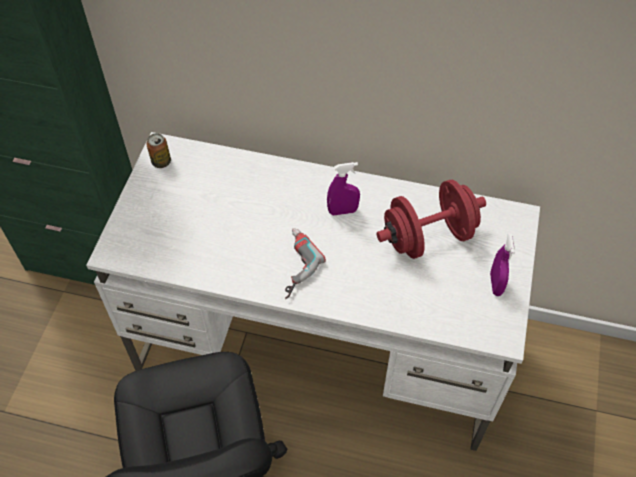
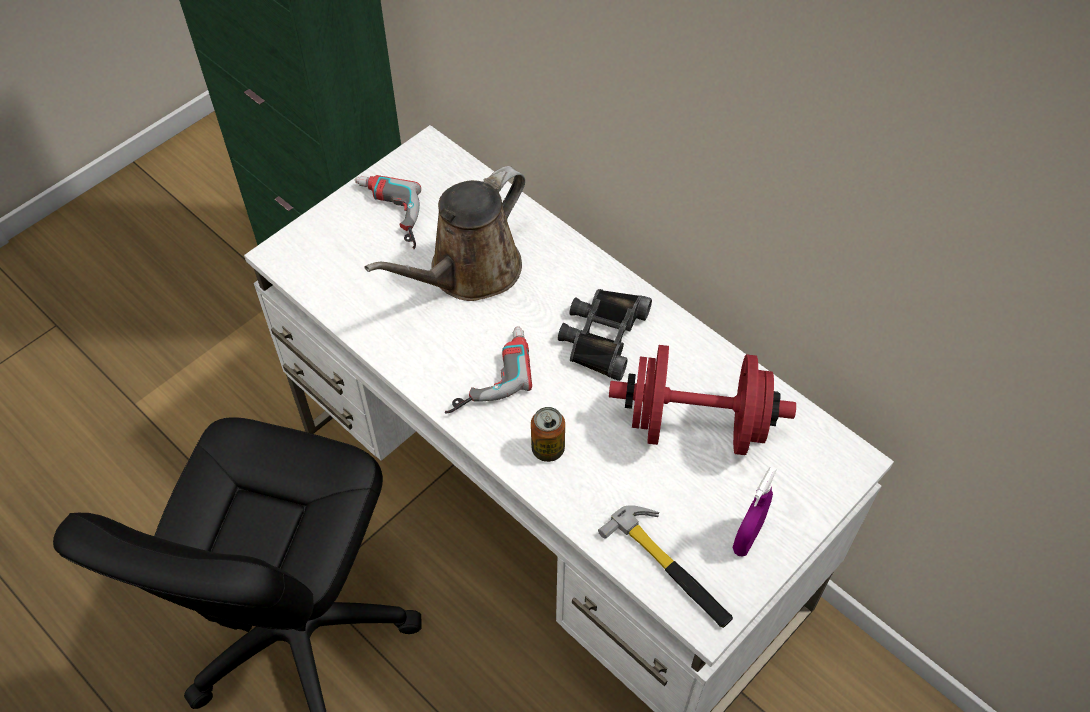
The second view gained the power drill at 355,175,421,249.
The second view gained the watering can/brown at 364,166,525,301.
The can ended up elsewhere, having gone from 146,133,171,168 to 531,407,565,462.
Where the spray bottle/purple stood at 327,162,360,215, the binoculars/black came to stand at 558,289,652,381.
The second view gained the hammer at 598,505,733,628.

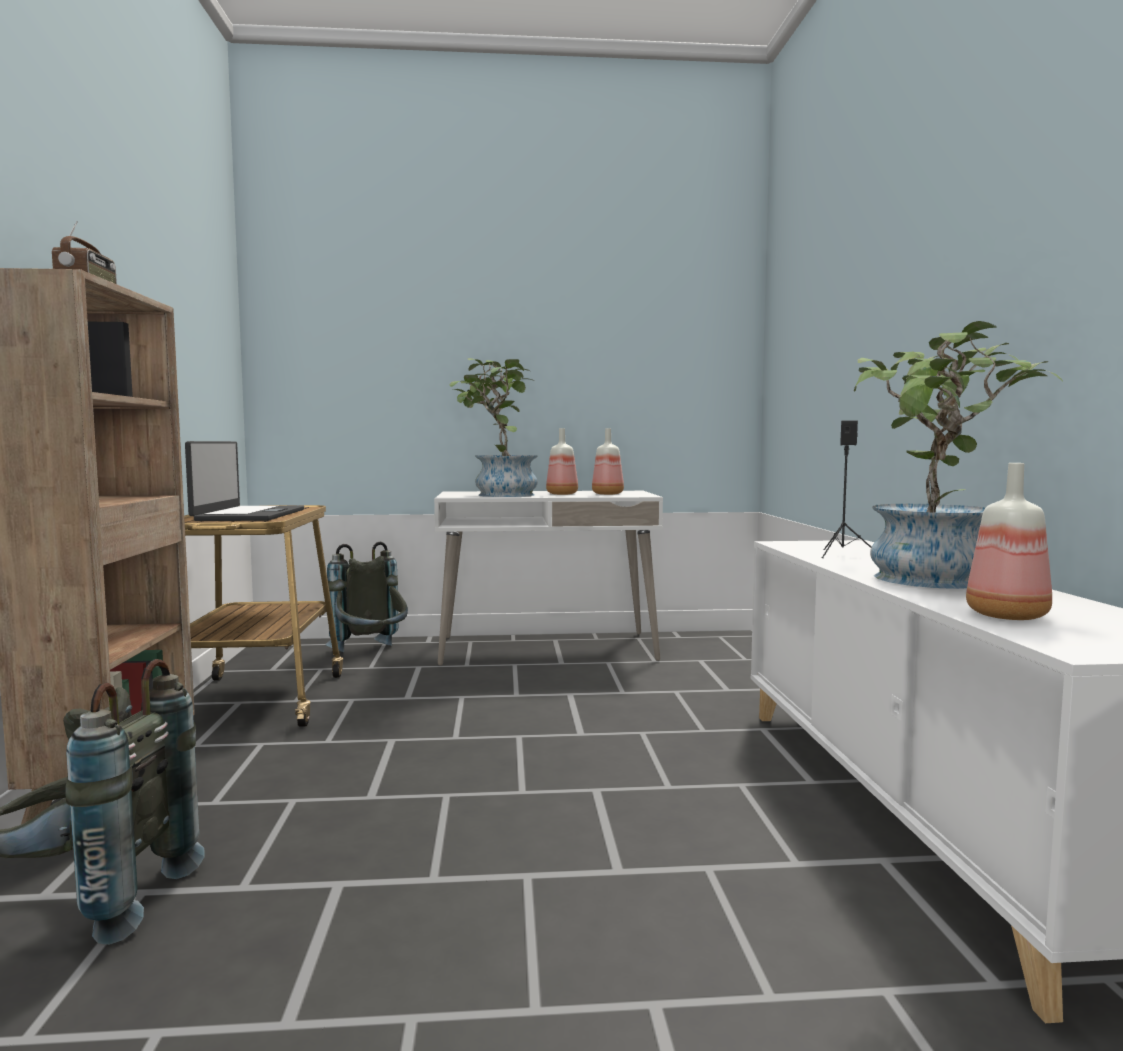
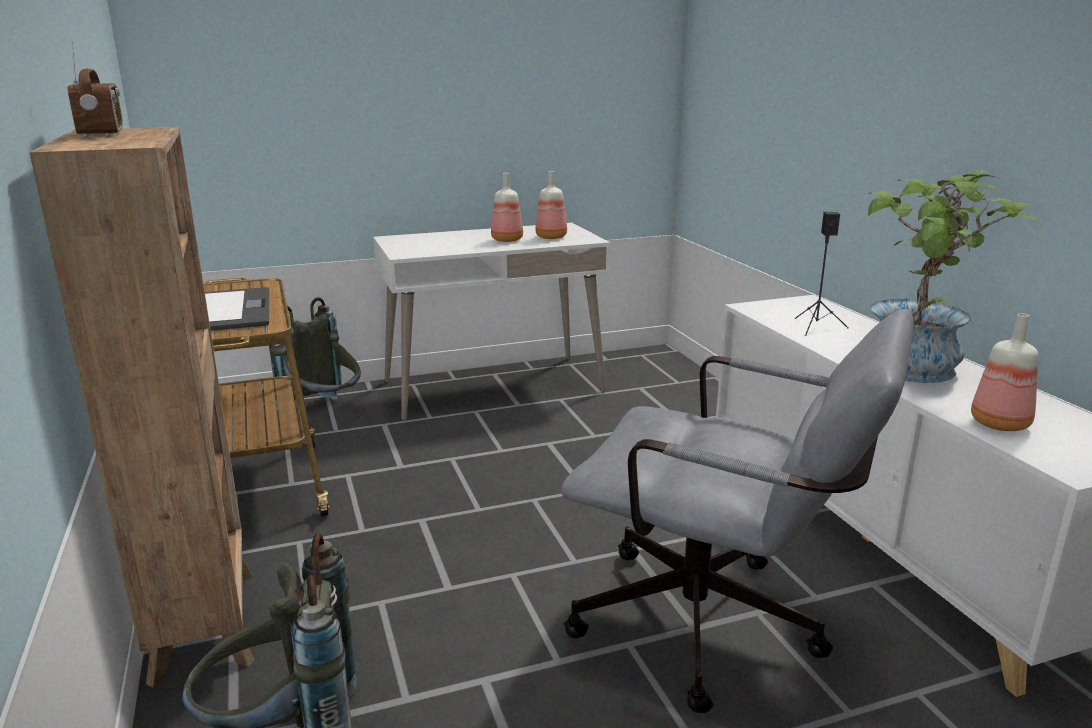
The second view gained the office chair/grey at 561,309,914,713.
The second view lost the potted plant at 450,358,538,497.

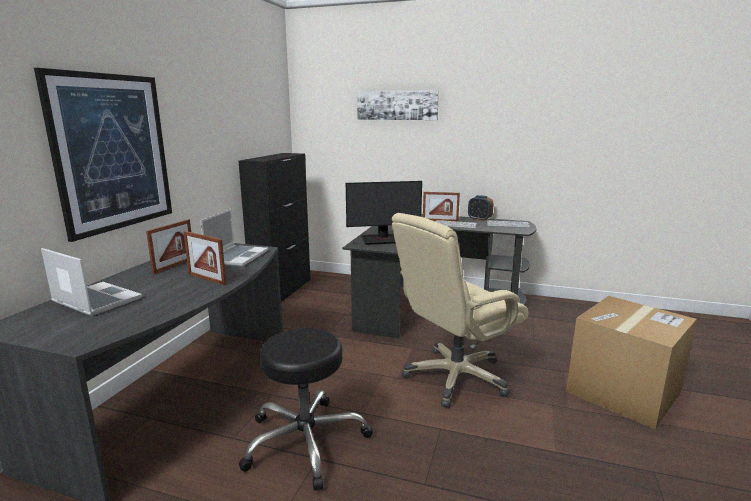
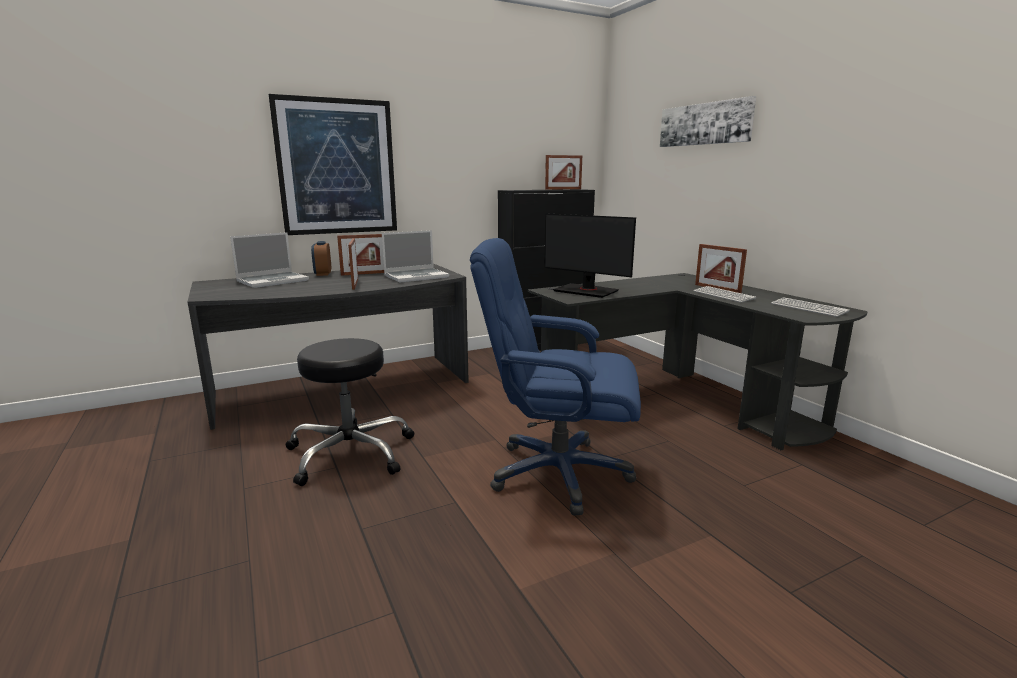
The laptop at 41,248,142,316 ended up facing another way, 60 degrees clockwise from before.
The alarm clock ended up elsewhere, having gone from 468,195,494,221 to 311,241,331,276.
What was the office chair/beige at 392,213,529,408 turned into the office chair/blue at 470,238,641,515.
The second view gained the picture frame at 545,155,582,190.
The second view lost the cardboard box at 566,296,697,429.

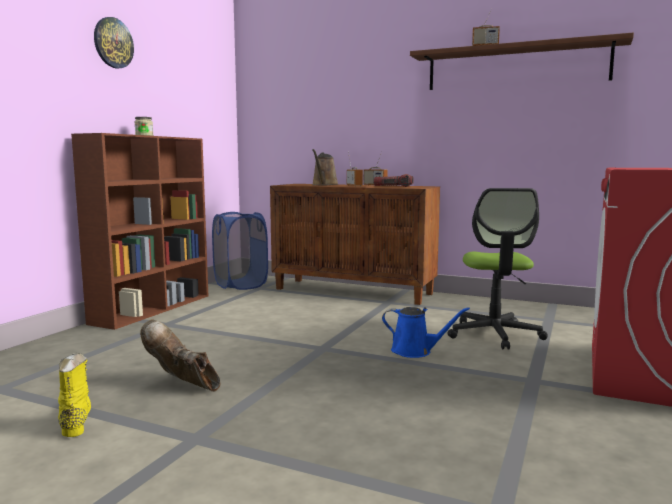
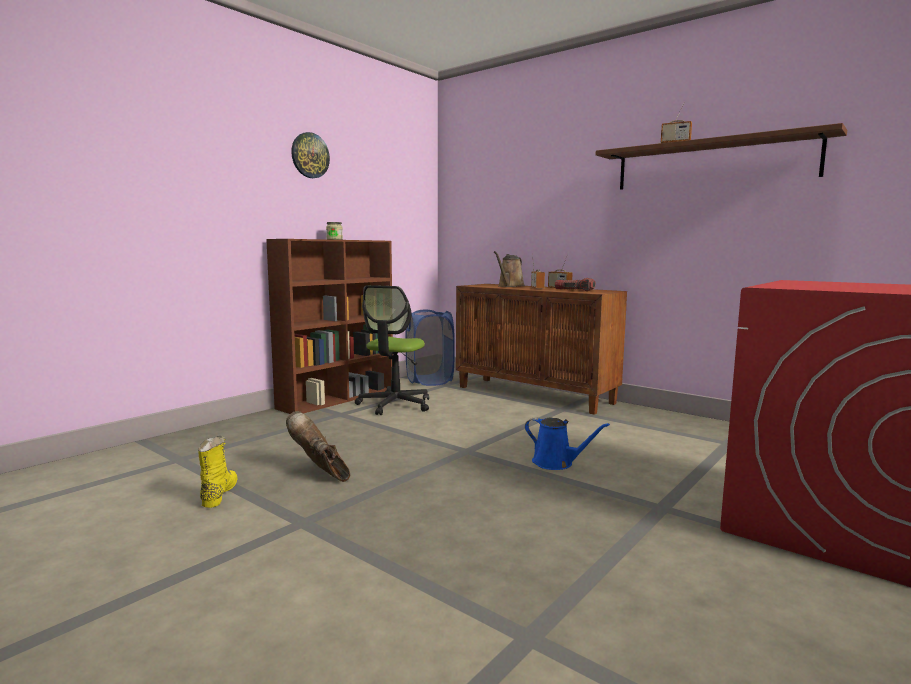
The office chair ended up elsewhere, having gone from 448,188,548,350 to 355,285,429,415.

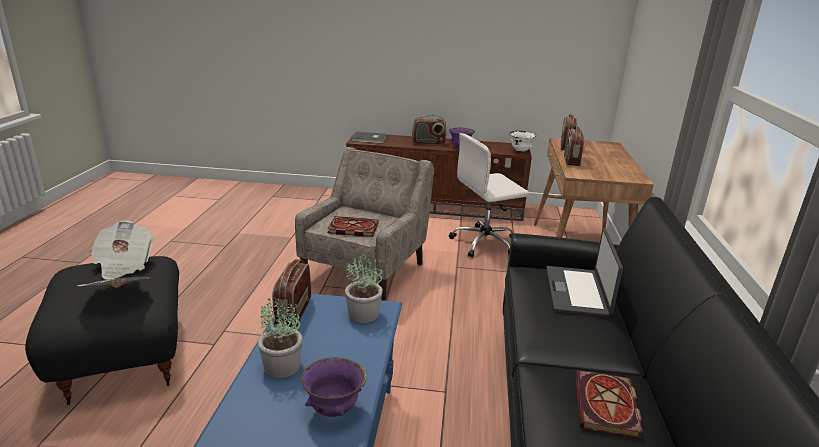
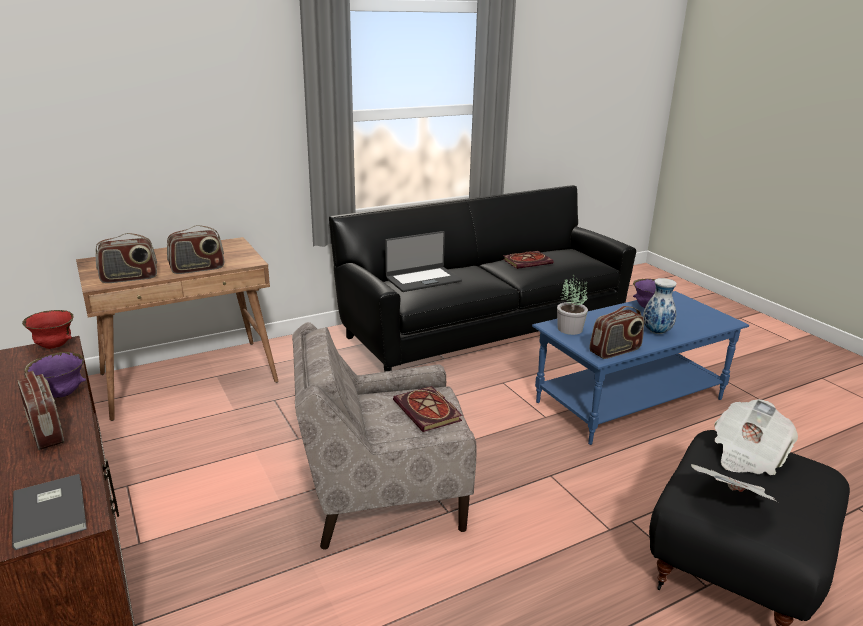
What was the bowl/white at 509,131,536,152 turned into the bowl/red at 22,310,74,349.
Where the potted plant stood at 258,298,303,378, the vase came to stand at 643,278,677,334.
The second view lost the office chair/white at 449,133,530,258.

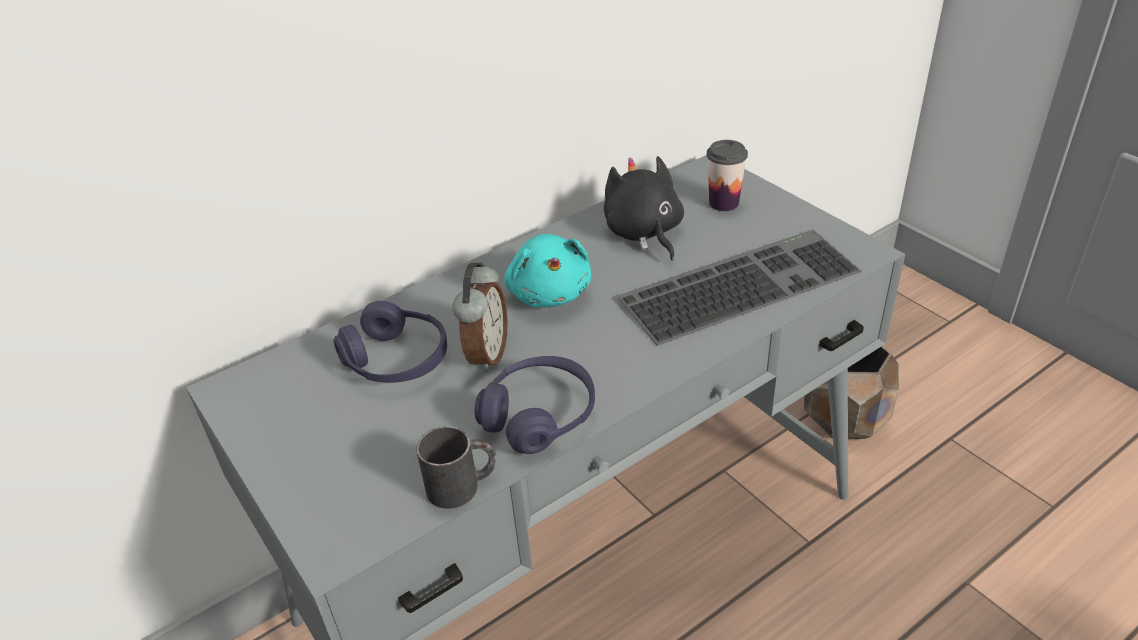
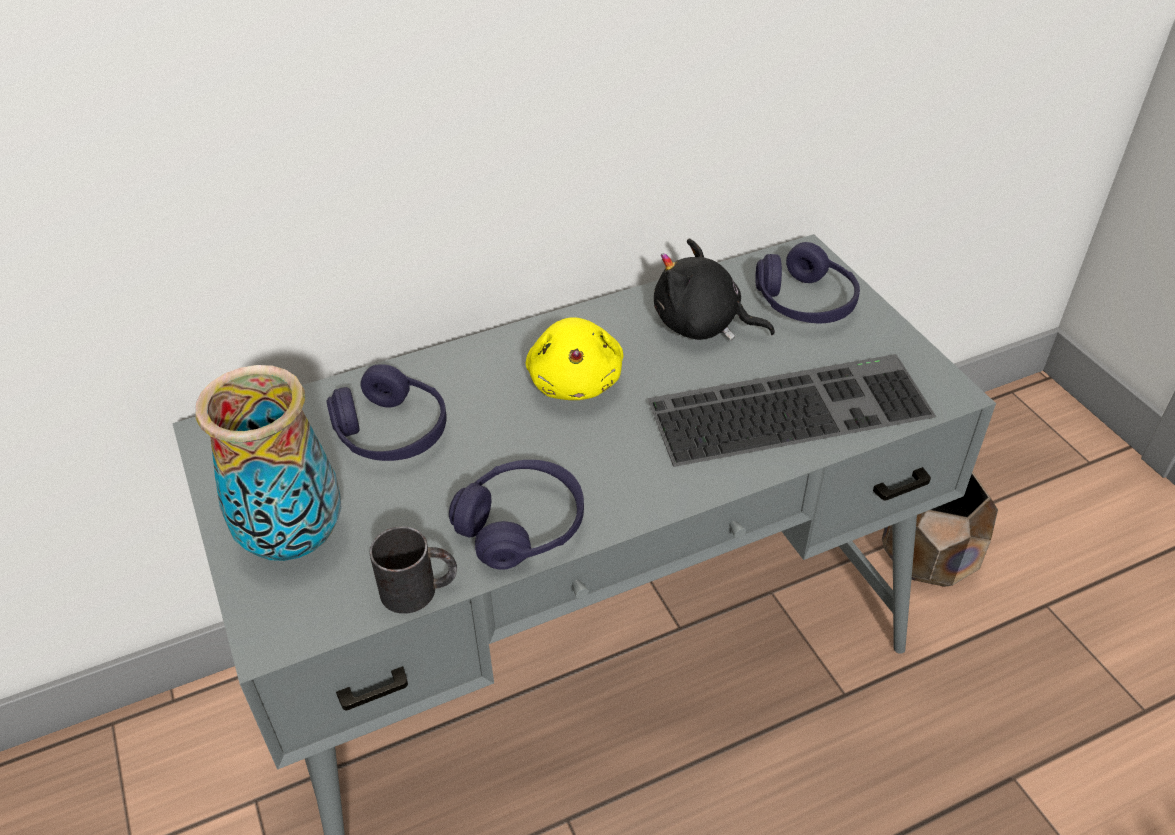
The second view gained the vase at 196,365,342,561.
What was the plush toy/turquoise at 504,234,591,307 turned into the plush toy/yellow at 526,317,623,400.
The plush toy/black at 604,156,684,261 ended up facing another way, 60 degrees counterclockwise from before.
Where the cup stood at 707,140,748,211, the headphones/purple came to stand at 755,242,860,324.
The second view lost the alarm clock at 453,262,508,373.

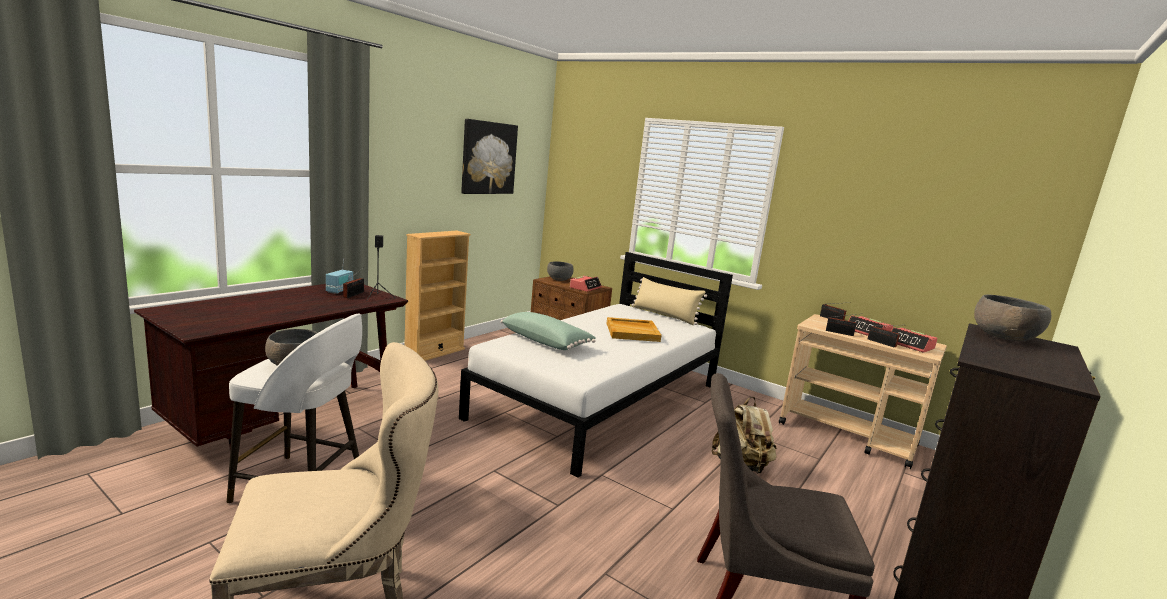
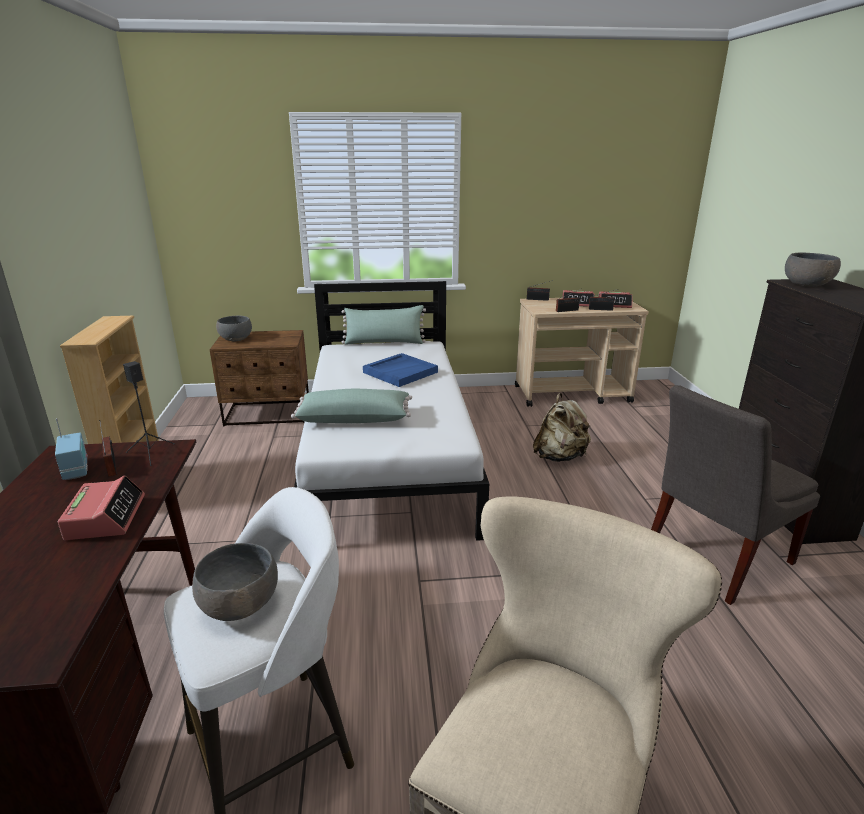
The alarm clock ended up elsewhere, having gone from 570,276,602,292 to 58,476,145,540.
What was the pillow/beige at 632,277,707,325 turned into the pillow/green at 342,305,426,345.
What was the tray/beige at 606,317,662,342 turned into the tray/blue at 363,353,438,387.
The second view lost the picture at 461,119,518,194.

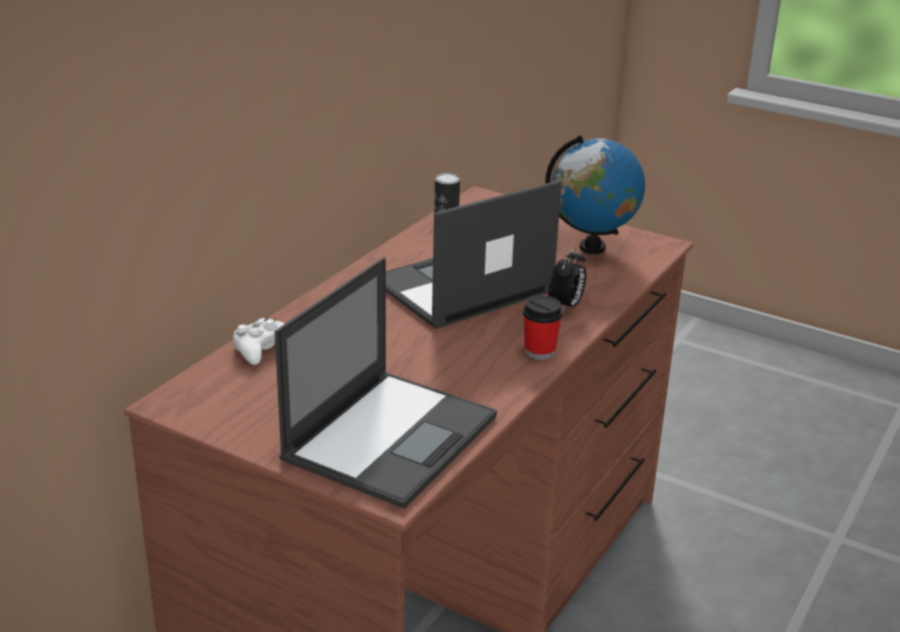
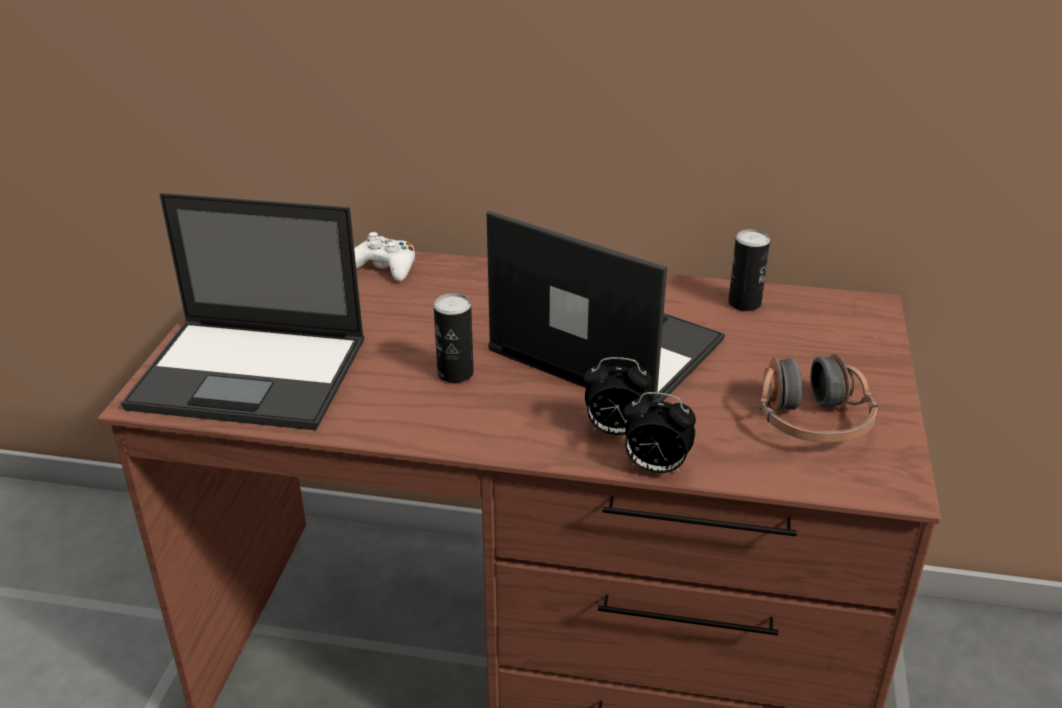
The second view gained the can at 434,294,474,383.
The second view gained the alarm clock at 623,392,696,474.
Where the globe stood at 545,135,645,254, the headphones came to stand at 760,354,879,443.
The second view lost the cup at 523,296,563,360.

